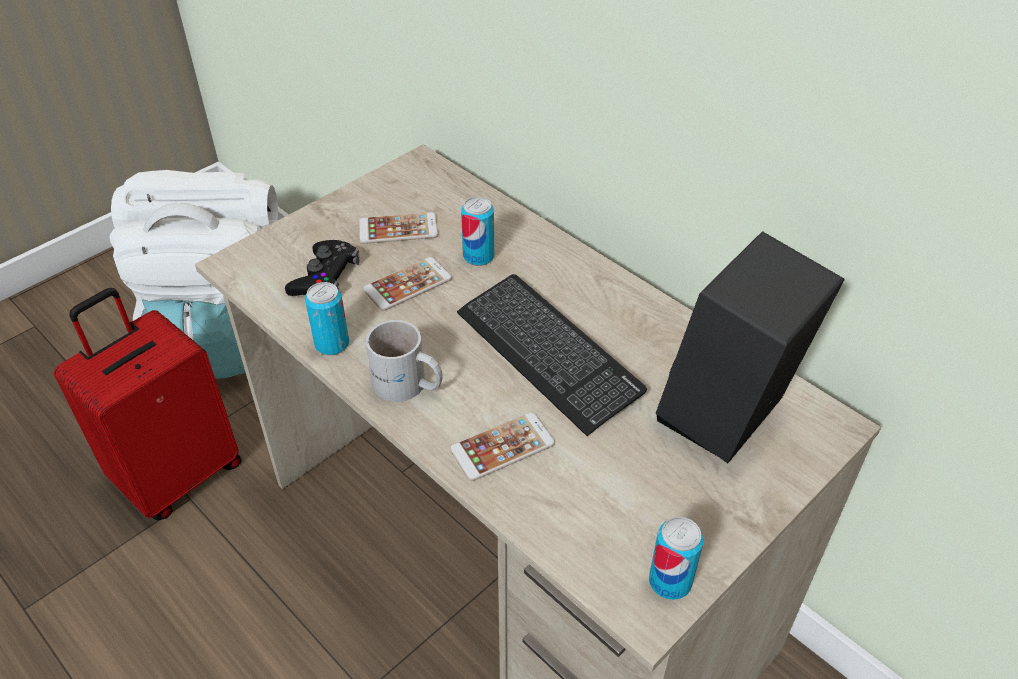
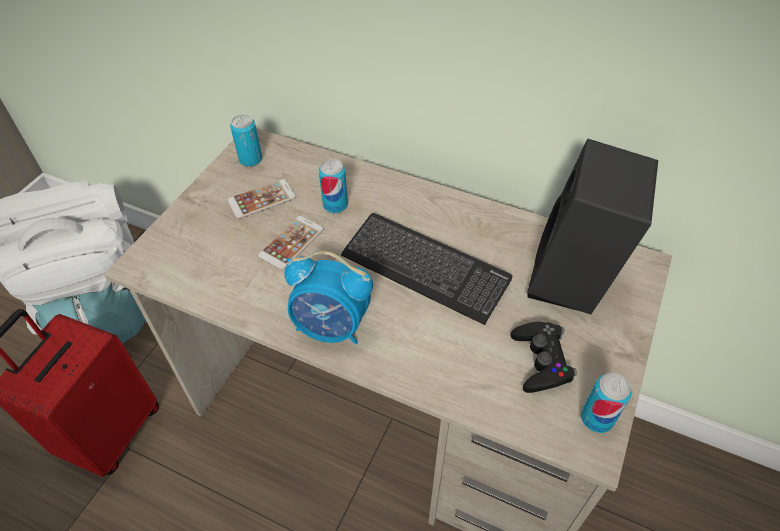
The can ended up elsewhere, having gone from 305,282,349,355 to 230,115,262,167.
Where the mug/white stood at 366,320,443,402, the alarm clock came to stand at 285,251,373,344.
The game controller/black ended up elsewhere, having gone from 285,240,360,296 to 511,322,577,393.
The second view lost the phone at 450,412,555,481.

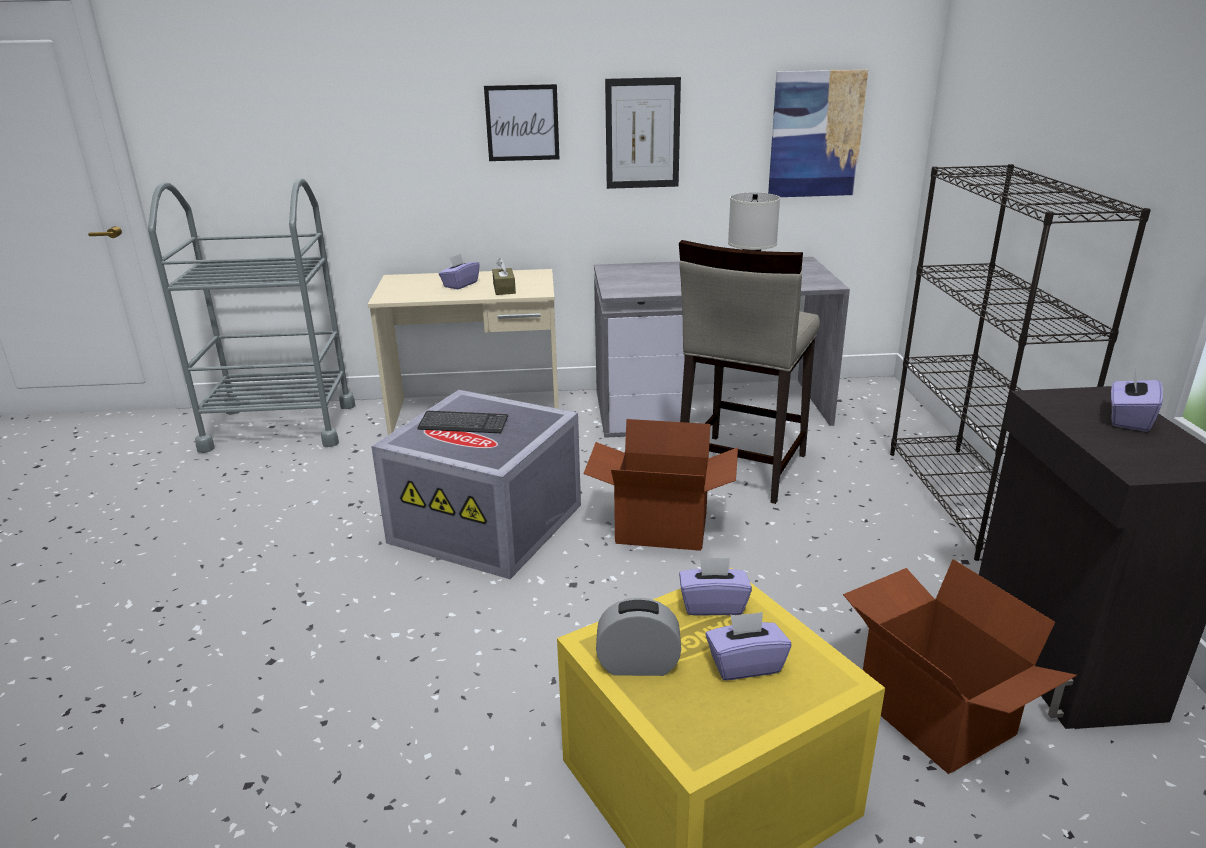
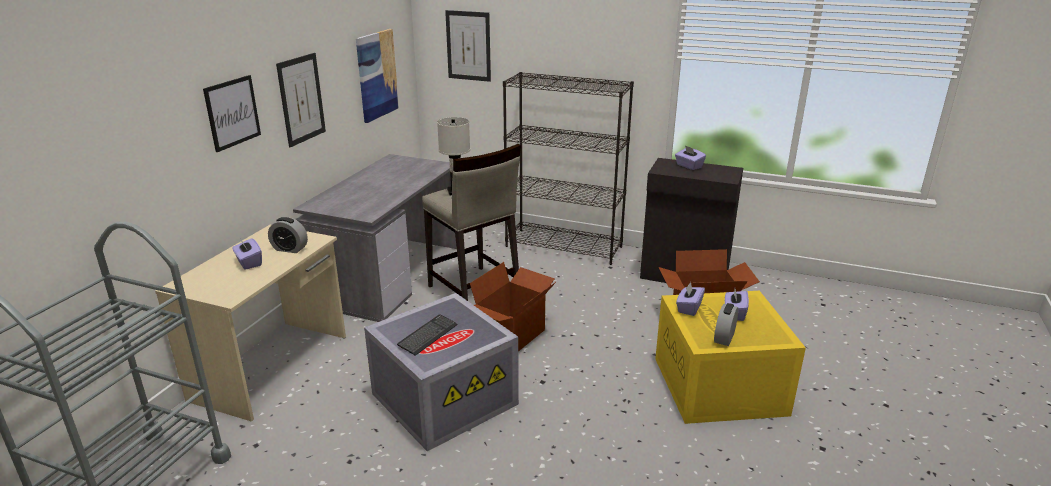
Where the tissue box/brown stood at 492,258,516,295, the alarm clock came to stand at 268,217,308,253.
The second view gained the picture at 445,10,491,82.

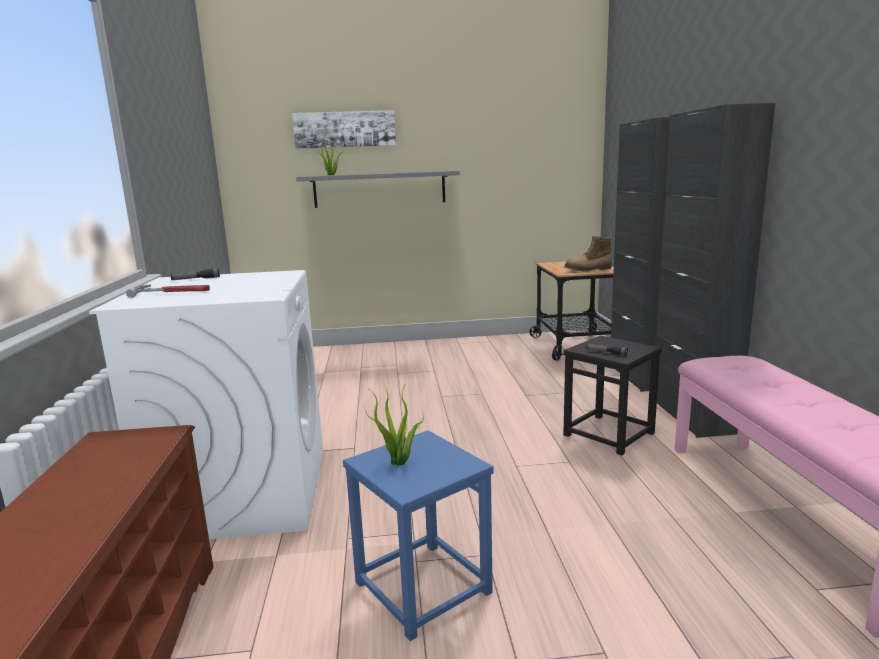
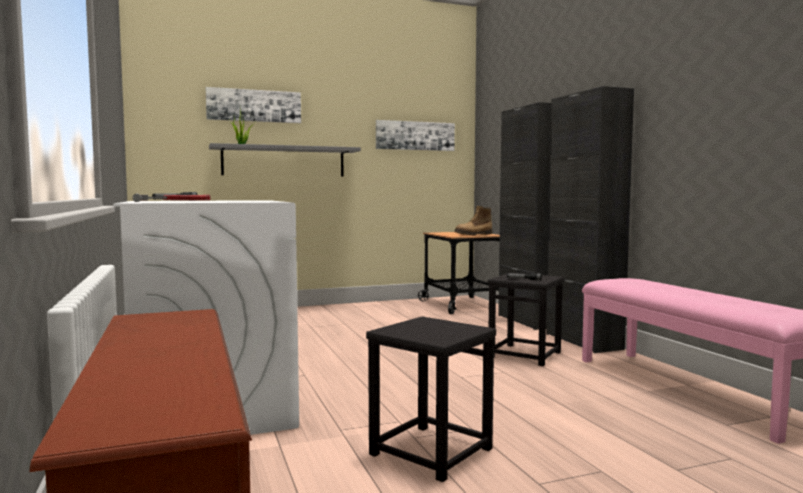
What was the stool/blue at 343,430,494,641 turned into the stool/black at 366,316,496,482.
The second view gained the picture at 376,120,455,151.
The second view lost the potted plant at 364,383,423,466.

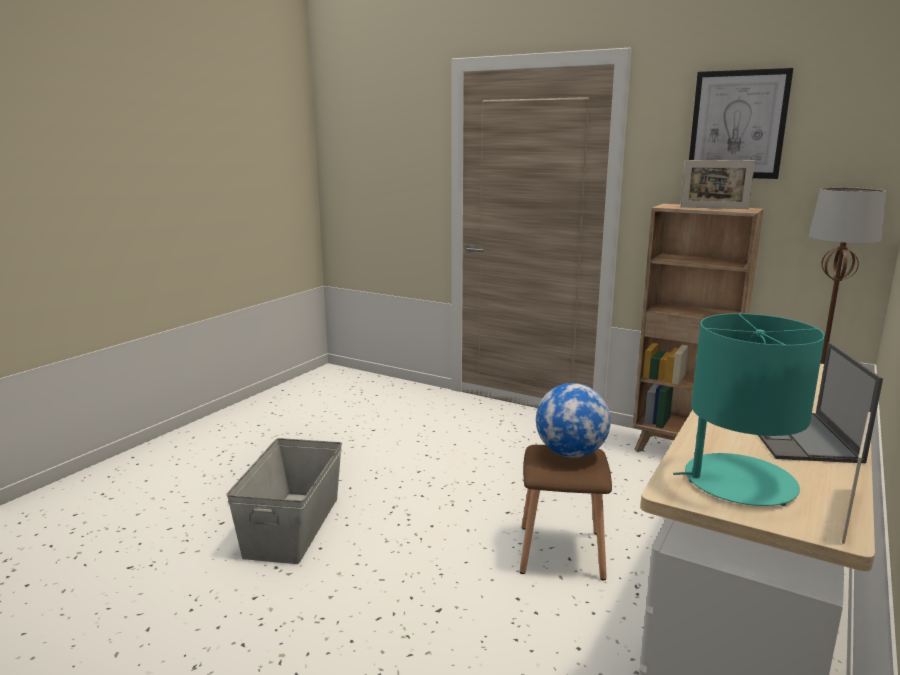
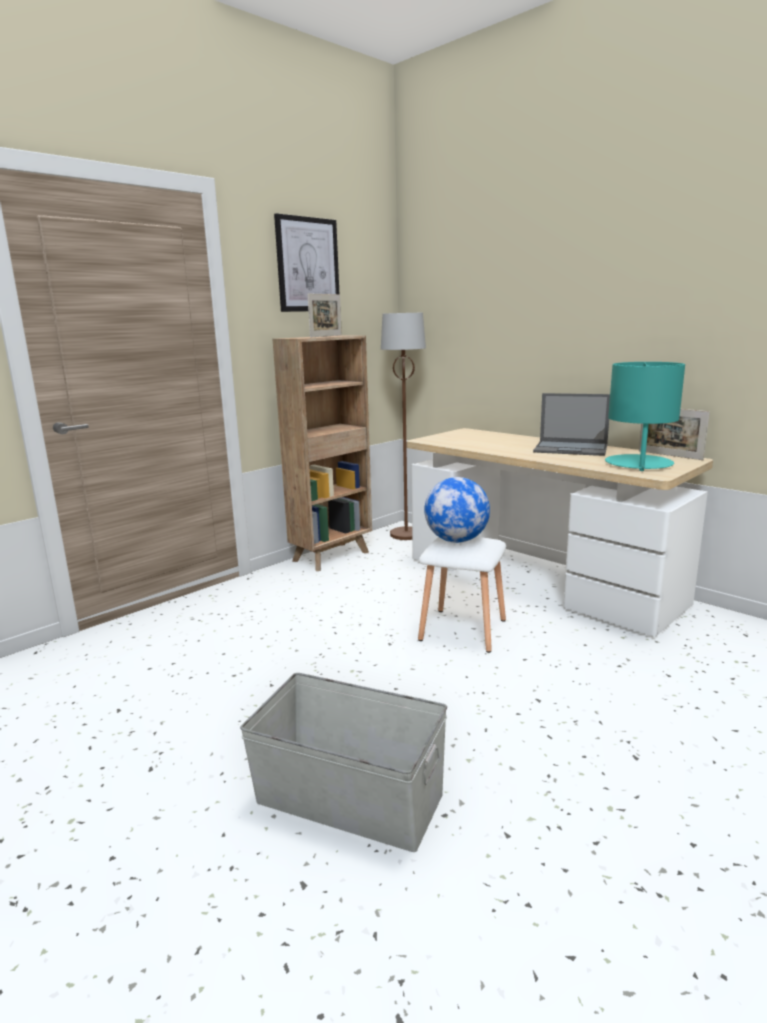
What was the stool/brown at 520,445,612,580 turned into the stool/white at 418,537,506,653.

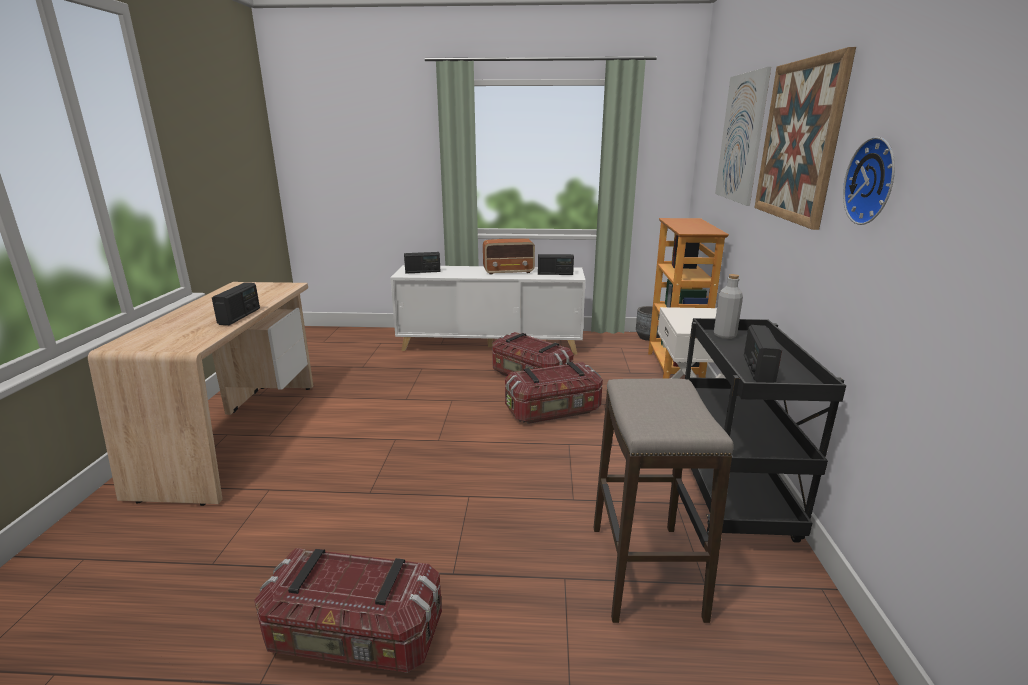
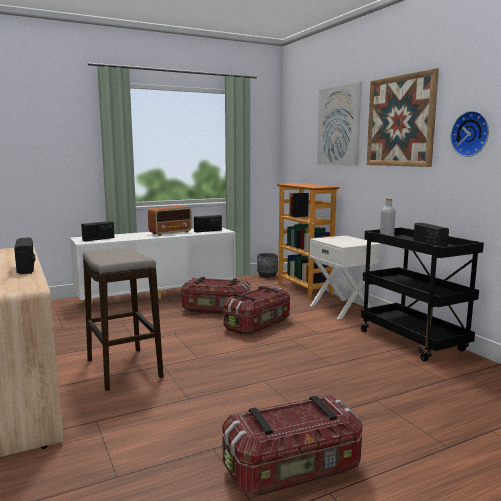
The stool ended up elsewhere, having gone from 594,378,734,623 to 83,247,164,391.

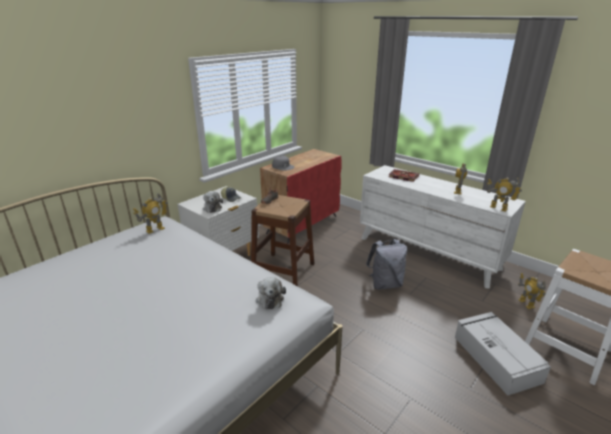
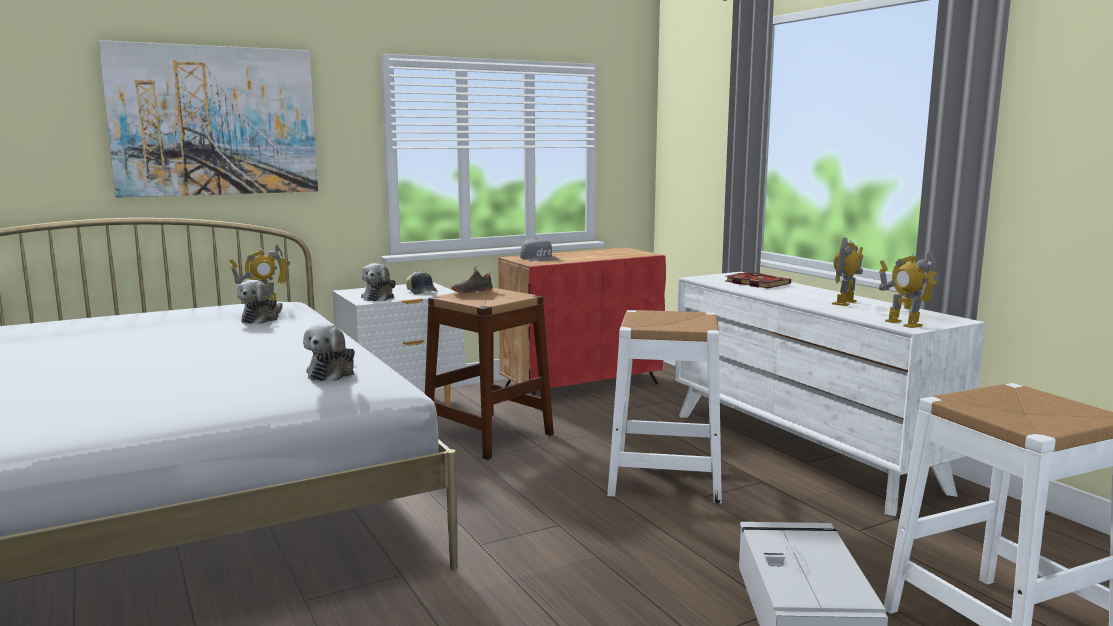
The second view gained the picture at 98,40,318,198.
The second view gained the plush toy at 237,280,283,324.
Where the backpack/grey stood at 366,239,407,290, the stool/white came to stand at 607,310,722,504.
The second view lost the toy robot at 518,273,546,309.

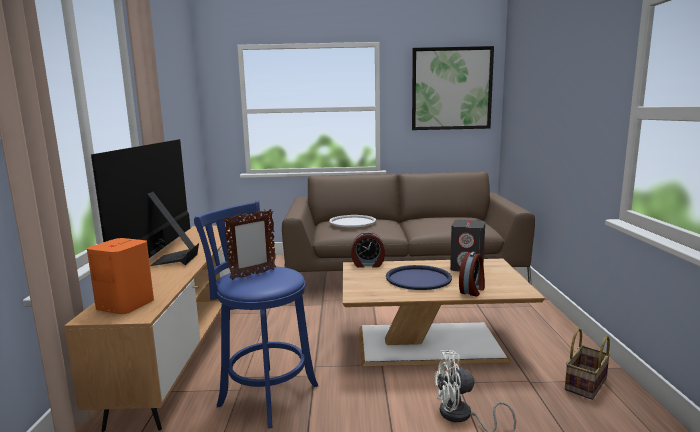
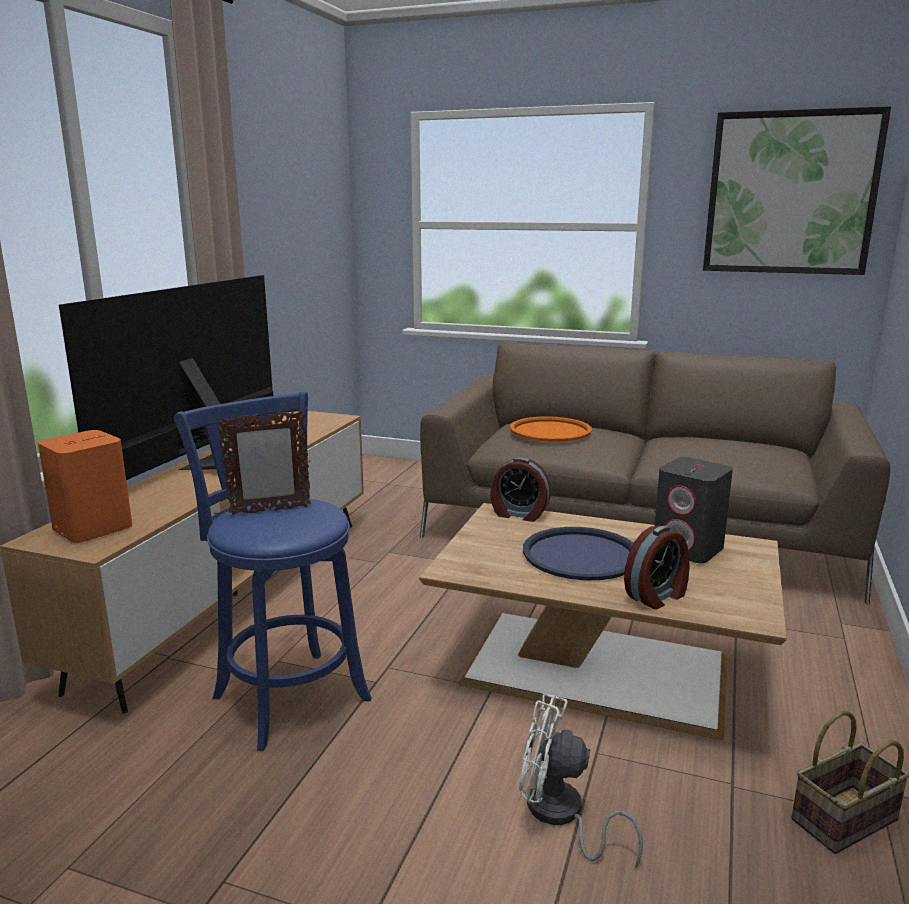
What was the tray/white at 329,215,376,227 turned into the tray/orange at 510,416,592,442.

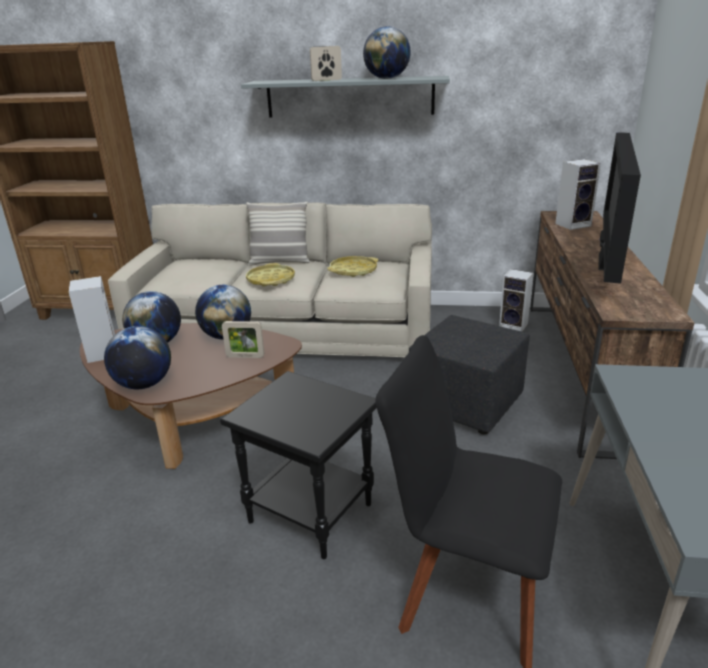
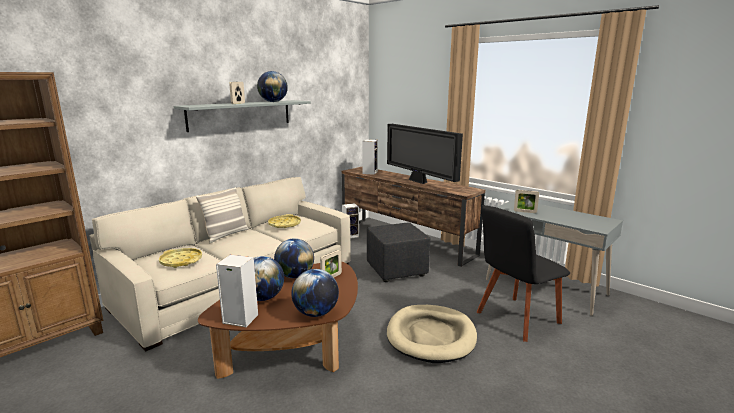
The tray/yellow ended up elsewhere, having gone from 246,263,295,287 to 159,248,202,268.
Where the side table/black stood at 220,371,377,559, the dog bed/beige came to stand at 387,305,477,363.
The second view gained the picture frame at 514,190,539,213.

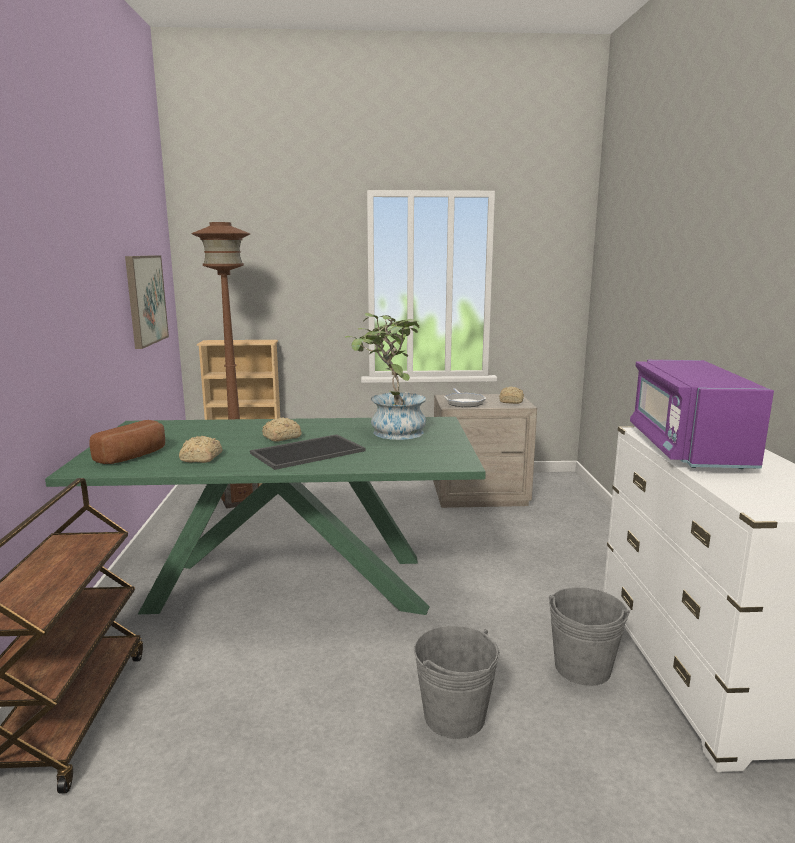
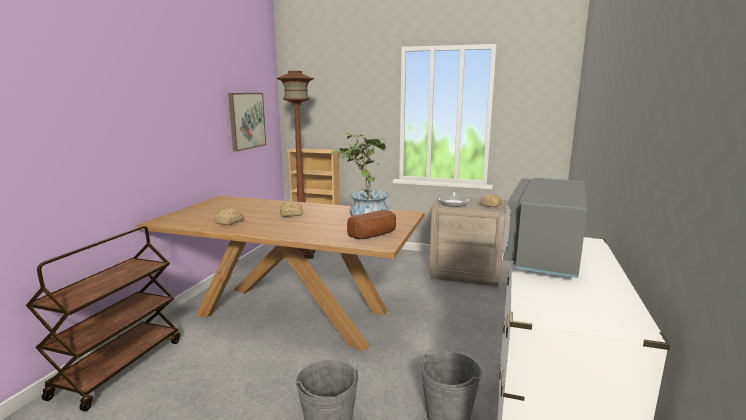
What was the dining table/green at 45,417,486,615 turned into the dining table/brown at 137,196,424,352.
The bread ended up elsewhere, having gone from 90,420,165,464 to 347,210,396,239.
What was the microwave/purple at 630,360,774,469 turned into the microwave/grey at 503,178,587,278.
The second view lost the tray at 250,434,366,470.

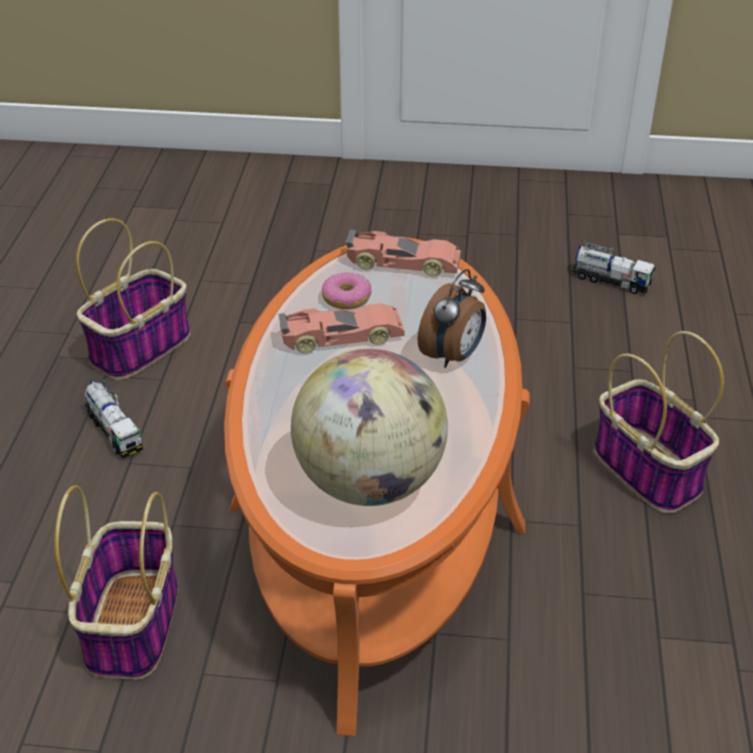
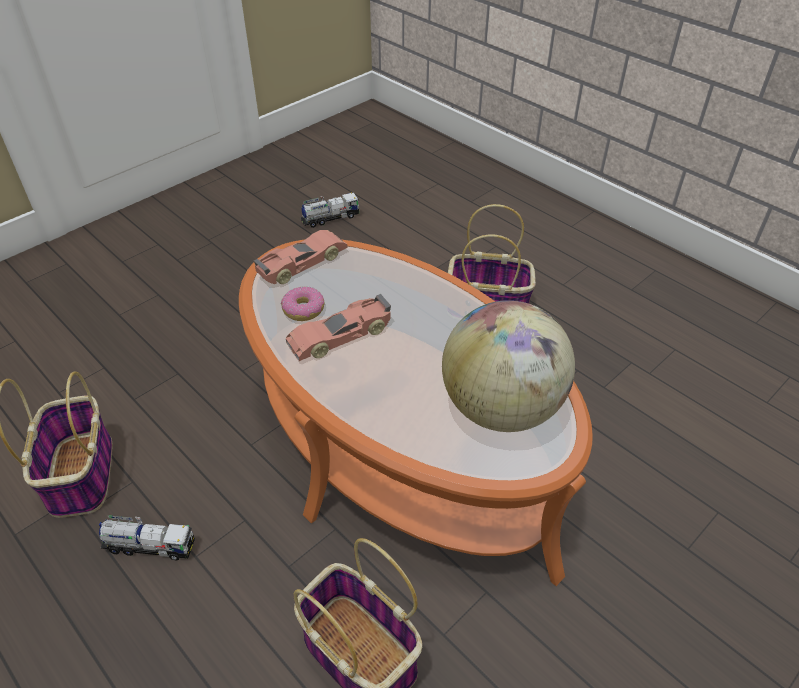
The toy car at 278,303,404,353 ended up facing another way, 150 degrees counterclockwise from before.
The second view lost the alarm clock at 417,269,486,368.

